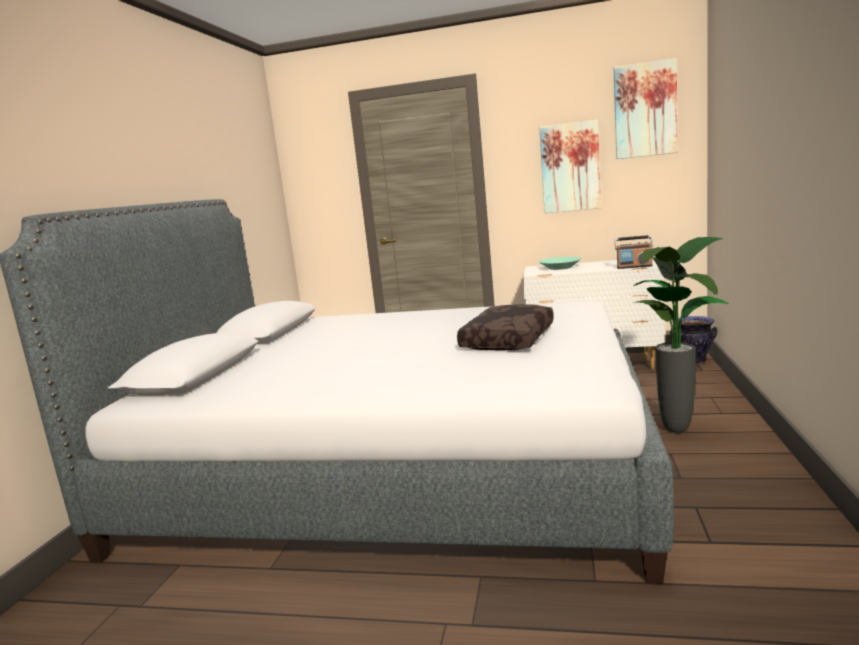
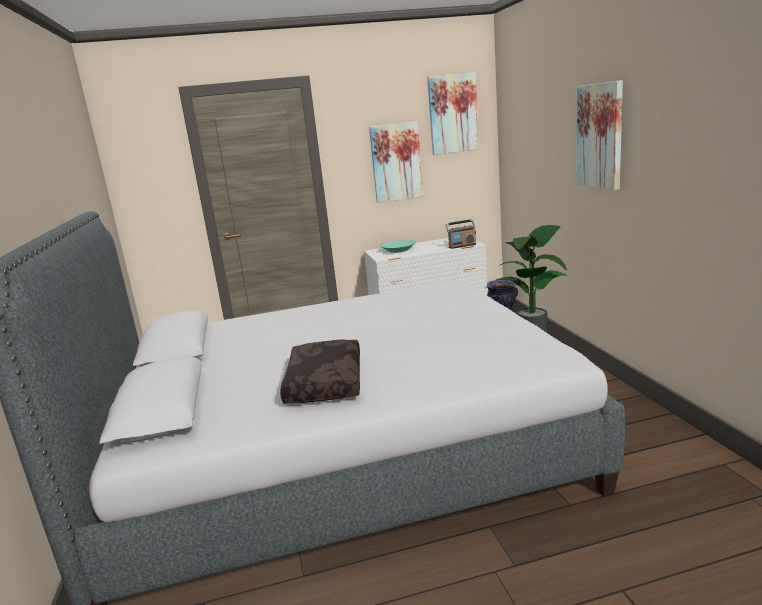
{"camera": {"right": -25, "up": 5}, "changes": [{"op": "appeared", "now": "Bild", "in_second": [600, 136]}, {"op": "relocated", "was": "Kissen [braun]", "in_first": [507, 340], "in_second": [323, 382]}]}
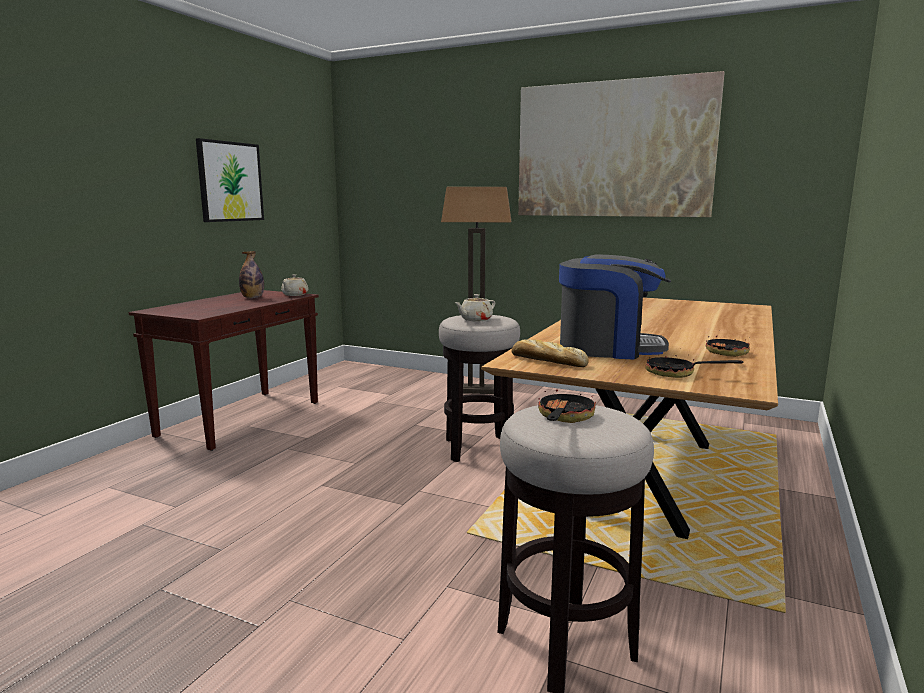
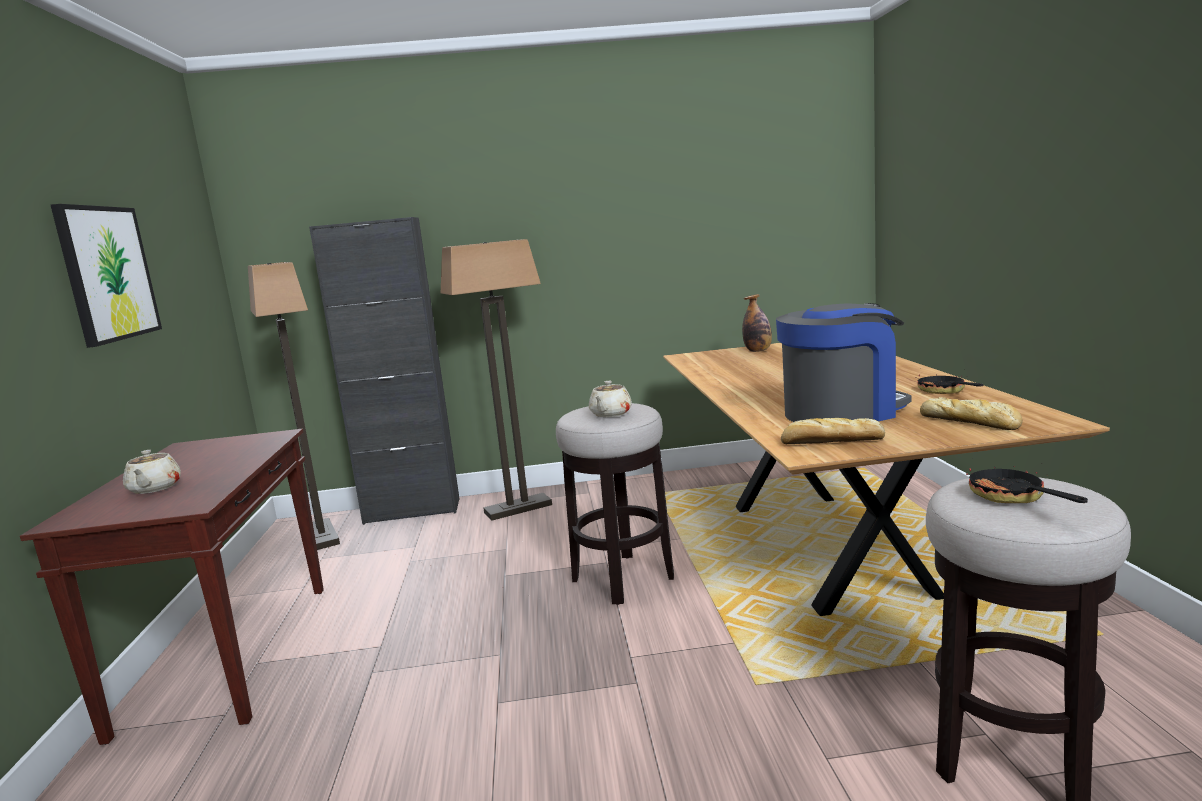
{"camera": {"right": -30, "up": 0}, "changes": [{"op": "missing", "was": "Bild", "in_first": [612, 150]}, {"op": "appeared", "now": "Stehlampe", "in_second": [322, 536]}, {"op": "appeared", "now": "Schrank [schwarz]", "in_second": [412, 511]}, {"op": "relocated", "was": "Flasche", "in_first": [252, 298], "in_second": [758, 351]}, {"op": "relocated", "was": "Teekanne [beige]", "in_first": [294, 295], "in_second": [154, 488]}, {"op": "exchanged", "was": "Pfanne", "now": "Brot", "in_first": [678, 374], "in_second": [970, 422]}]}
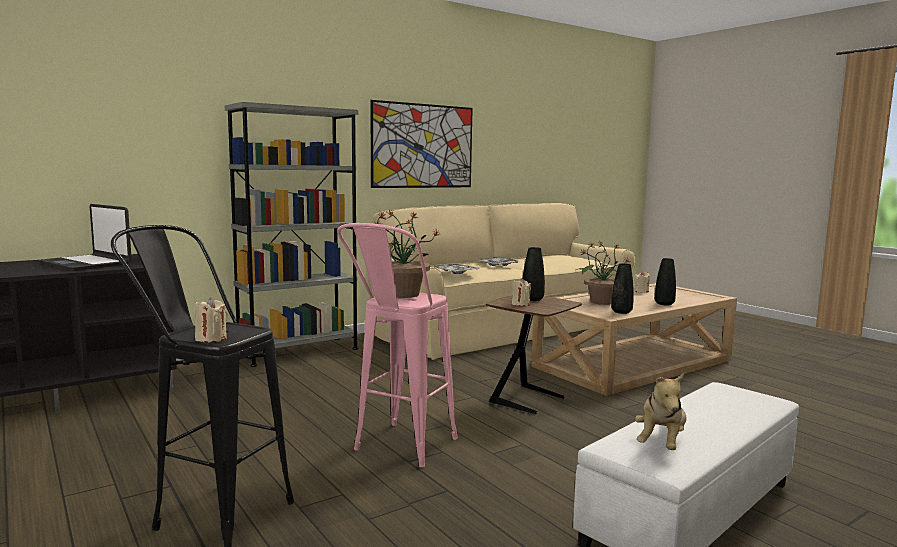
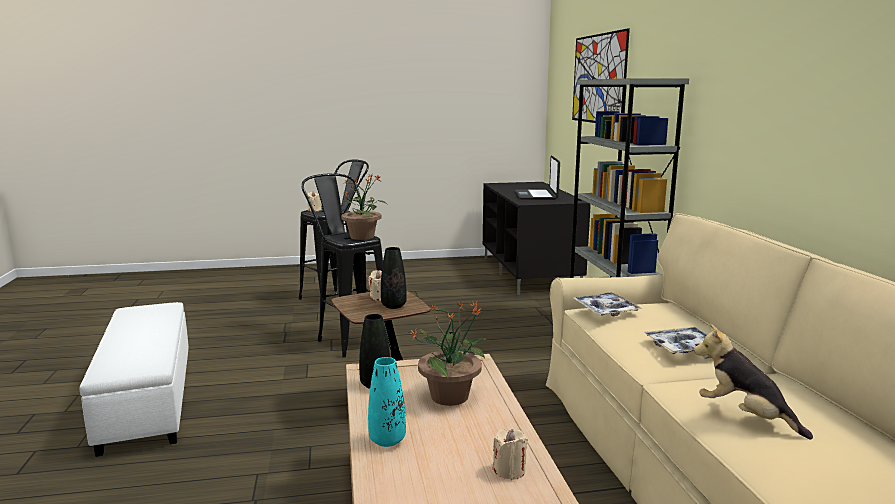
{"camera": {"right": 115, "up": 5}, "changes": [{"op": "relocated", "was": "Bild", "in_first": [423, 146], "in_second": [598, 79]}, {"op": "relocated", "was": "Plüschtier", "in_first": [661, 443], "in_second": [744, 416]}, {"op": "colour", "was": "Hocker [rosa]", "now": "Hocker [schwarz]", "in_first": [398, 450], "in_second": [349, 339]}, {"op": "colour", "was": "Vase [schwarz]", "now": "Vase [türkis]", "in_first": [664, 304], "in_second": [387, 440]}, {"op": "spun", "was": "Laptop", "in_first": [87, 264], "in_second": [536, 196], "clockwise": -60}]}
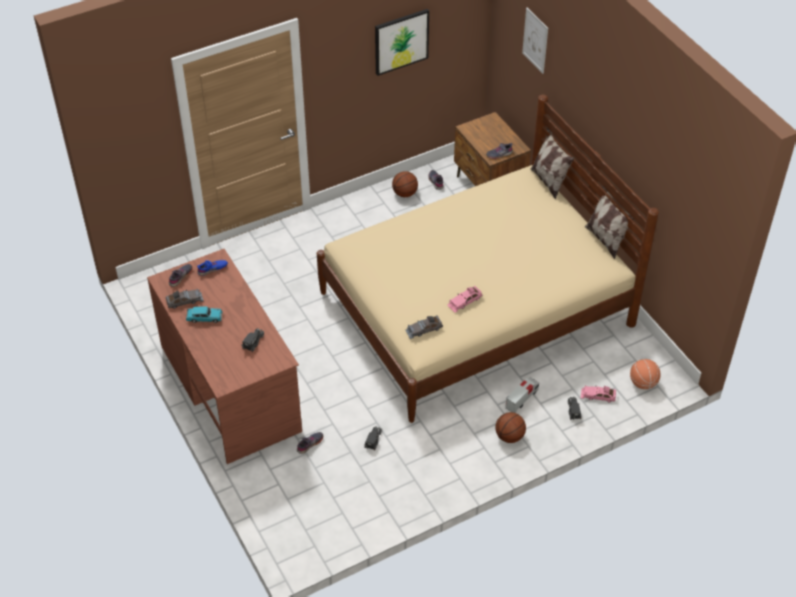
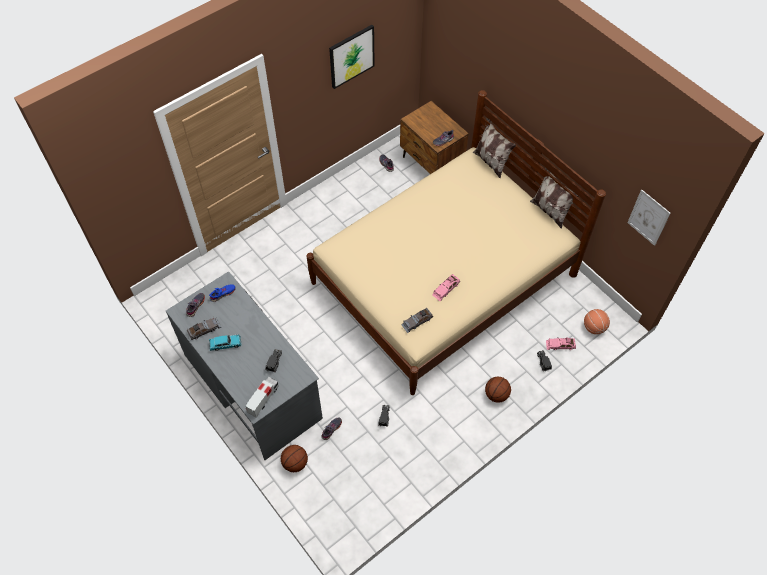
{"camera": {"right": -10, "up": 10}, "changes": [{"op": "relocated", "was": "Basketball", "in_first": [404, 193], "in_second": [295, 463]}, {"op": "relocated", "was": "Spielzeuglaster", "in_first": [522, 399], "in_second": [263, 399]}, {"op": "relocated", "was": "Bild", "in_first": [535, 40], "in_second": [648, 217]}, {"op": "colour", "was": "Schreibtisch [braun]", "now": "Schreibtisch [grau]", "in_first": [230, 387], "in_second": [252, 385]}]}
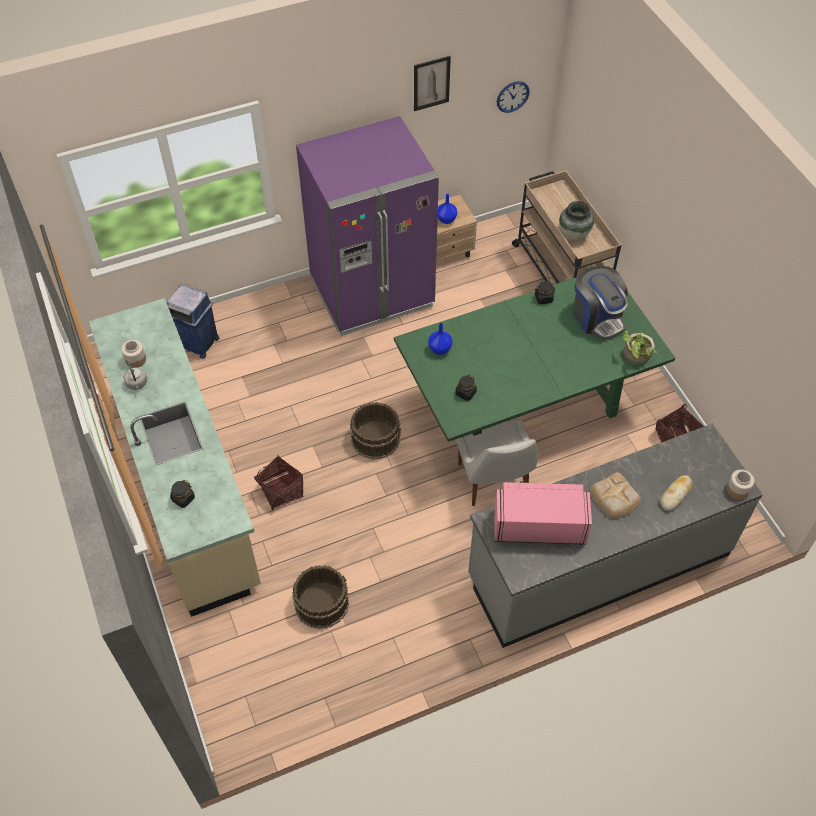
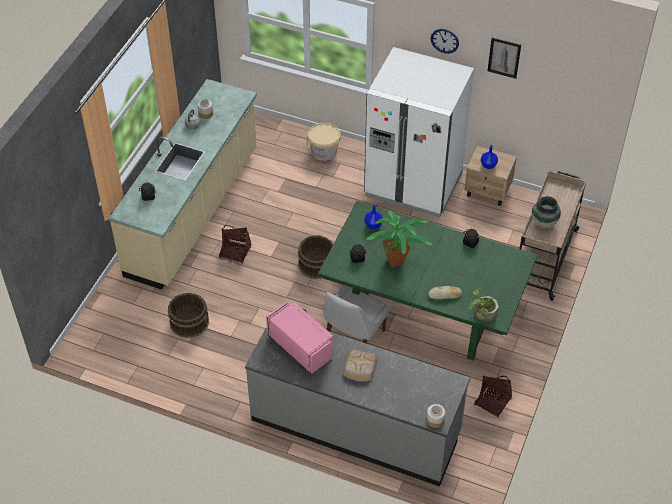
{"camera": {"right": 45, "up": -5}, "changes": [{"op": "missing", "was": "Mülleimer [blau]", "in_first": [198, 343]}, {"op": "missing", "was": "Kaffeemaschine", "in_first": [597, 317]}, {"op": "appeared", "now": "Eimer [beige]", "in_second": [324, 152]}, {"op": "appeared", "now": "Topfpflanze", "in_second": [398, 262]}, {"op": "relocated", "was": "Wanduhr", "in_first": [512, 96], "in_second": [444, 40]}, {"op": "relocated", "was": "Brot", "in_first": [675, 494], "in_second": [445, 295]}, {"op": "colour", "was": "Kühlschrank [lila]", "now": "Kühlschrank [weiß]", "in_first": [372, 293], "in_second": [413, 185]}]}
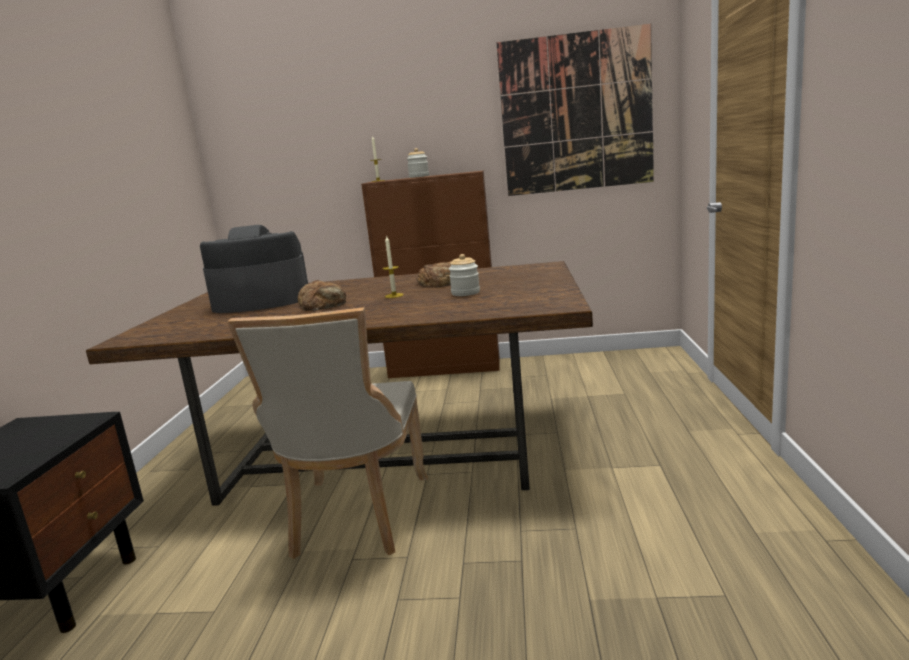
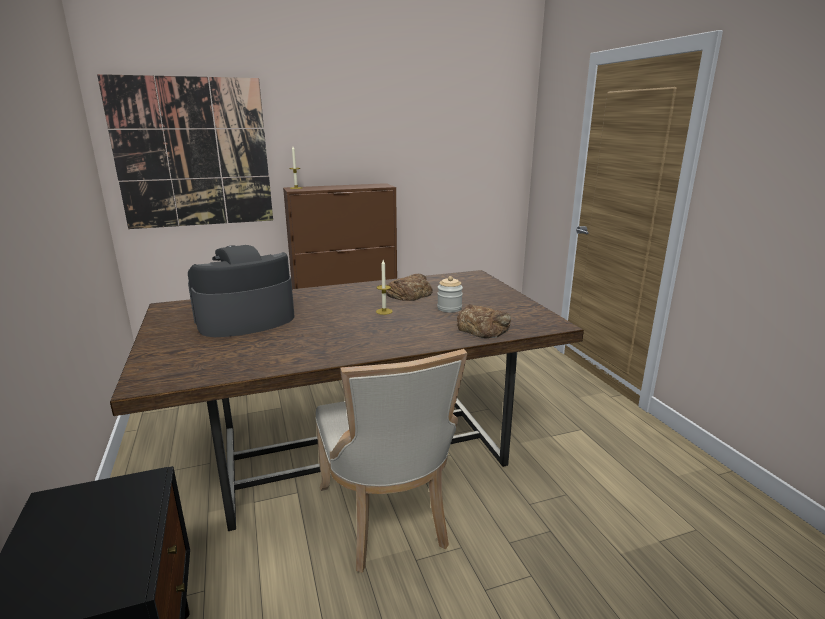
{"camera": {"right": -25, "up": 5}, "changes": [{"op": "missing", "was": "Vorratsglas", "in_first": [419, 176]}, {"op": "relocated", "was": "Brot", "in_first": [324, 303], "in_second": [483, 328]}, {"op": "relocated", "was": "Bild", "in_first": [576, 113], "in_second": [193, 154]}]}
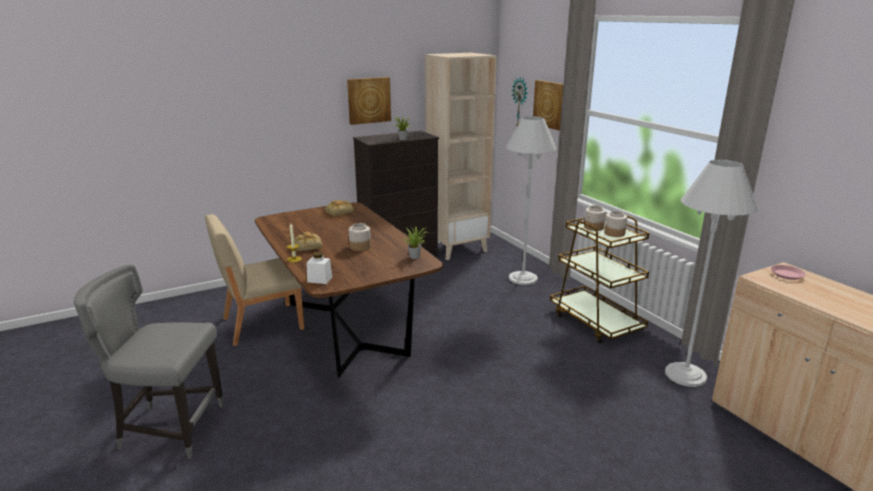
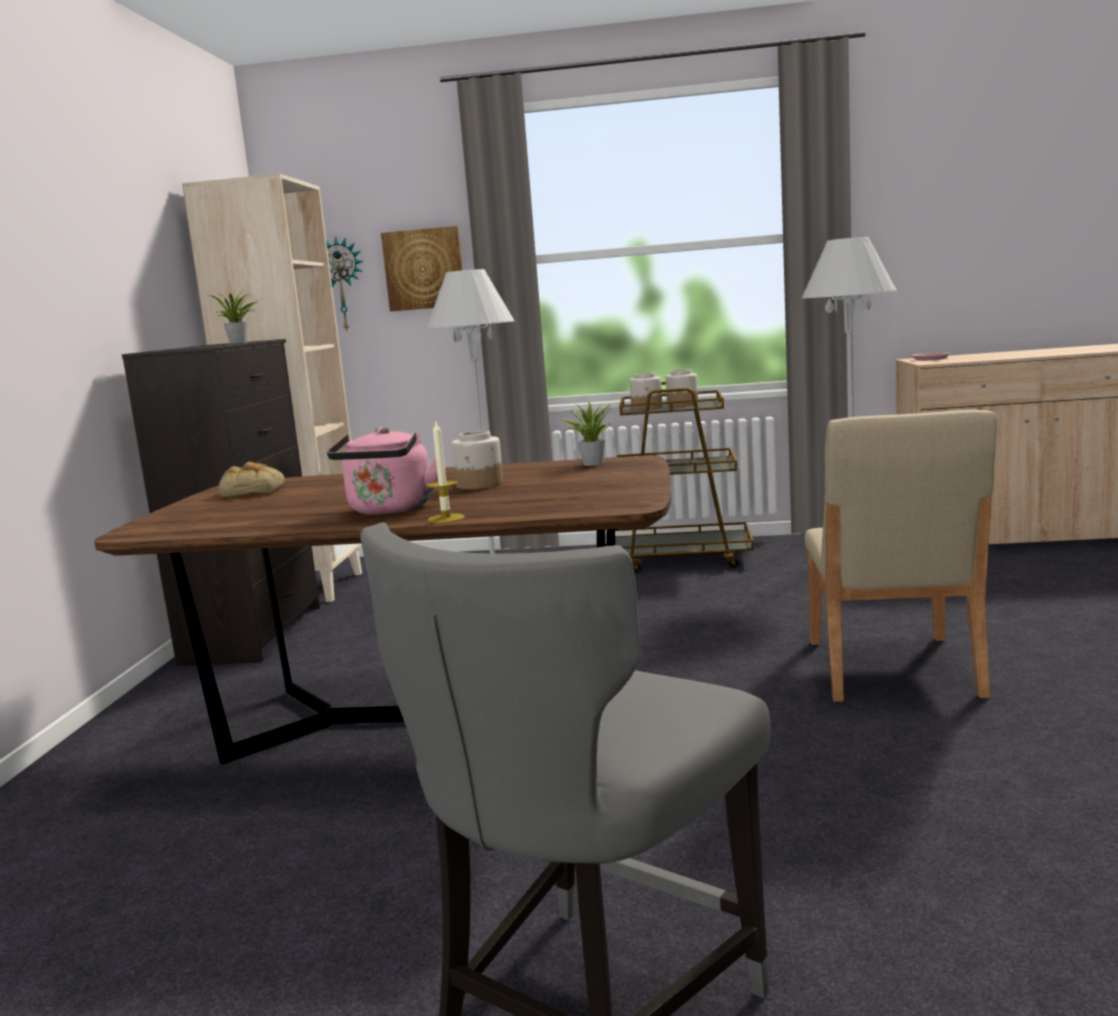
{"camera": {"right": -55, "up": -10}, "changes": [{"op": "missing", "was": "Vorratsglas [weiß]", "in_first": [319, 279]}, {"op": "missing", "was": "Bild", "in_first": [369, 100]}, {"op": "relocated", "was": "Stuhl [beige]", "in_first": [261, 323], "in_second": [891, 669]}, {"op": "exchanged", "was": "Brot", "now": "Wasserkessel [rosa]", "in_first": [307, 245], "in_second": [390, 510]}]}
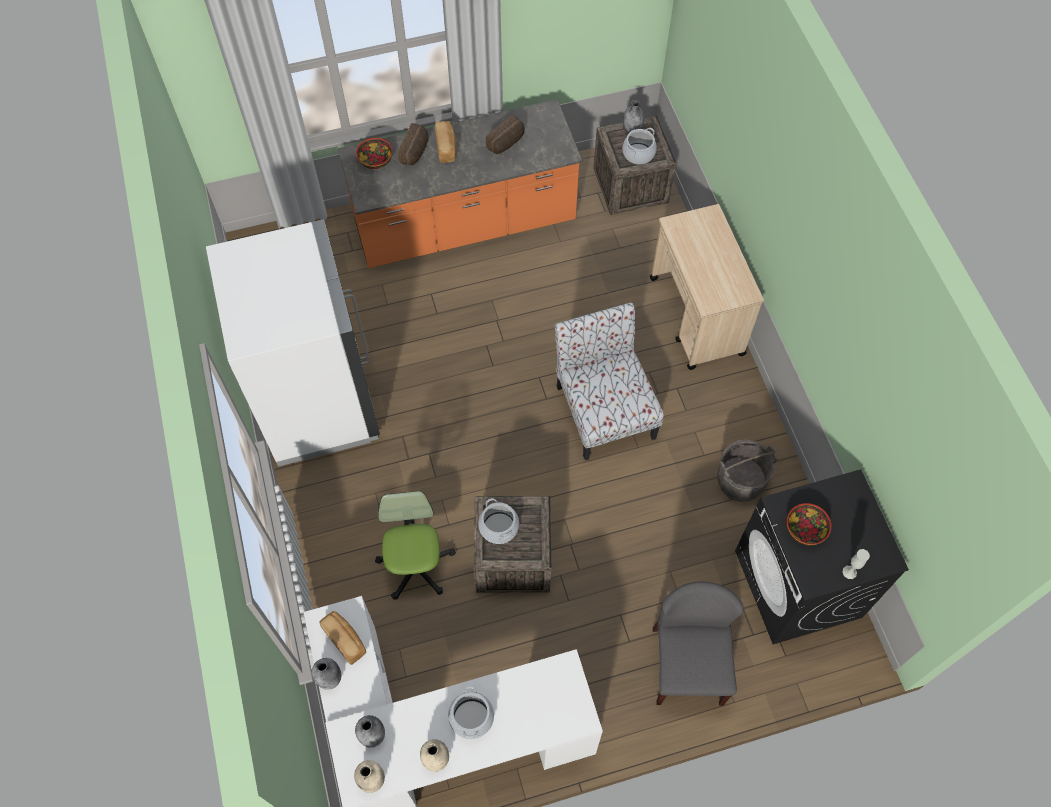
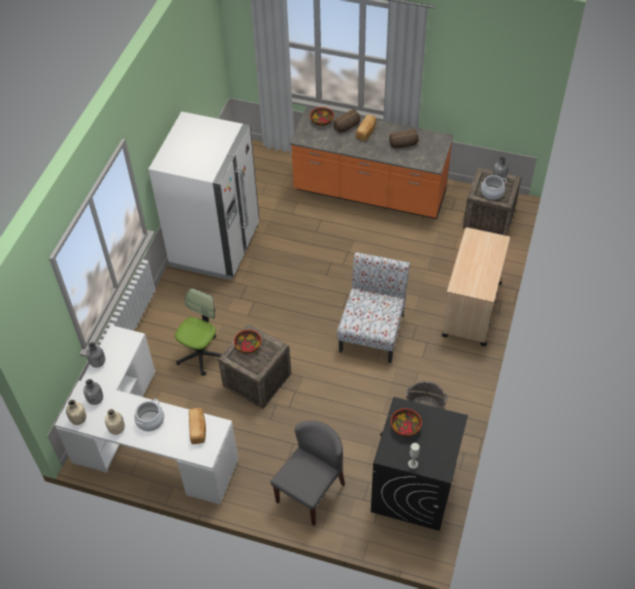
{"camera": {"right": 35, "up": -10}, "changes": [{"op": "relocated", "was": "Brot", "in_first": [345, 639], "in_second": [198, 429]}, {"op": "exchanged", "was": "Kochtopf", "now": "Schüssel", "in_first": [498, 527], "in_second": [248, 346]}]}
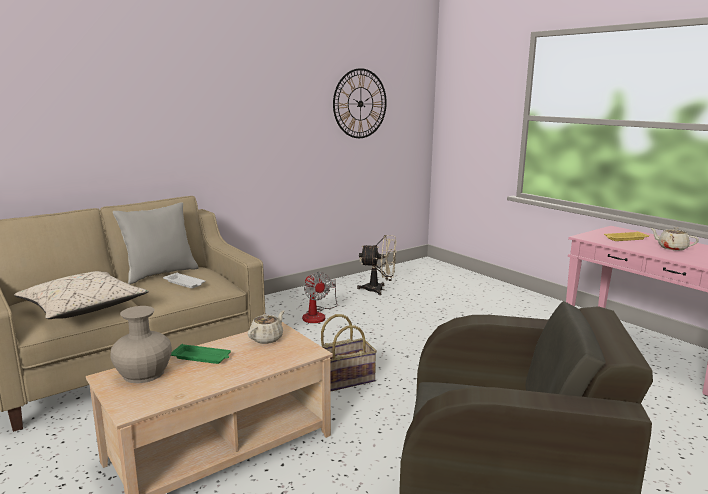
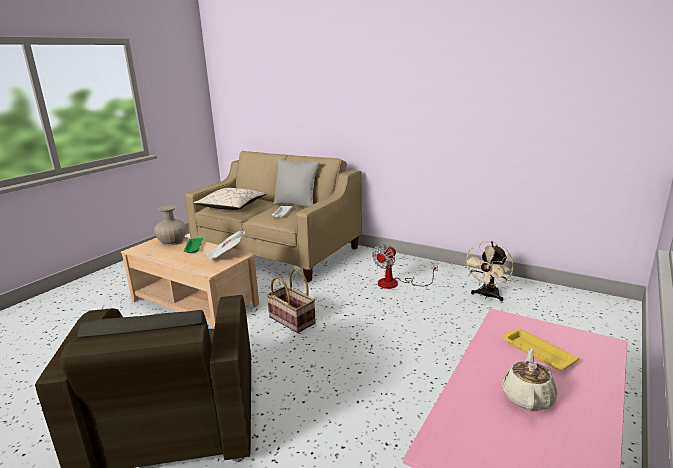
{"camera": {"right": 70, "up": 5}, "changes": [{"op": "missing", "was": "Wanduhr", "in_first": [360, 103]}, {"op": "exchanged", "was": "Teekanne [beige]", "now": "Zeitung", "in_first": [267, 338], "in_second": [225, 255]}, {"op": "spun", "was": "Ventilator [beige]", "in_first": [379, 290], "in_second": [487, 296], "clockwise": 45}]}
